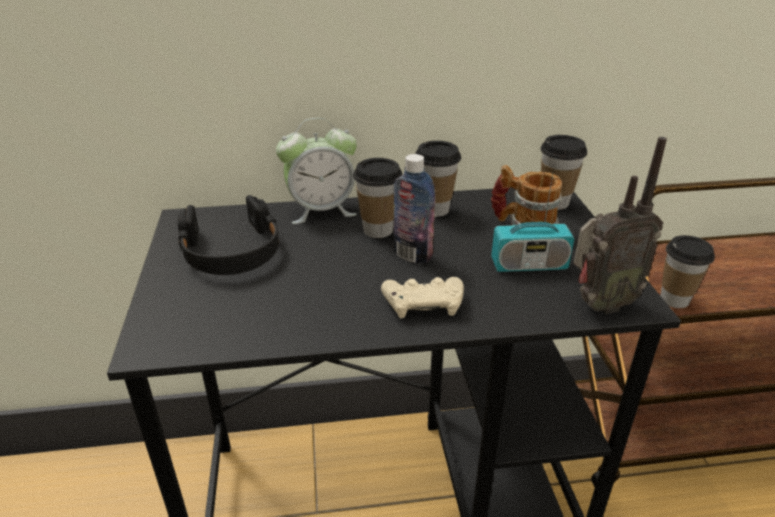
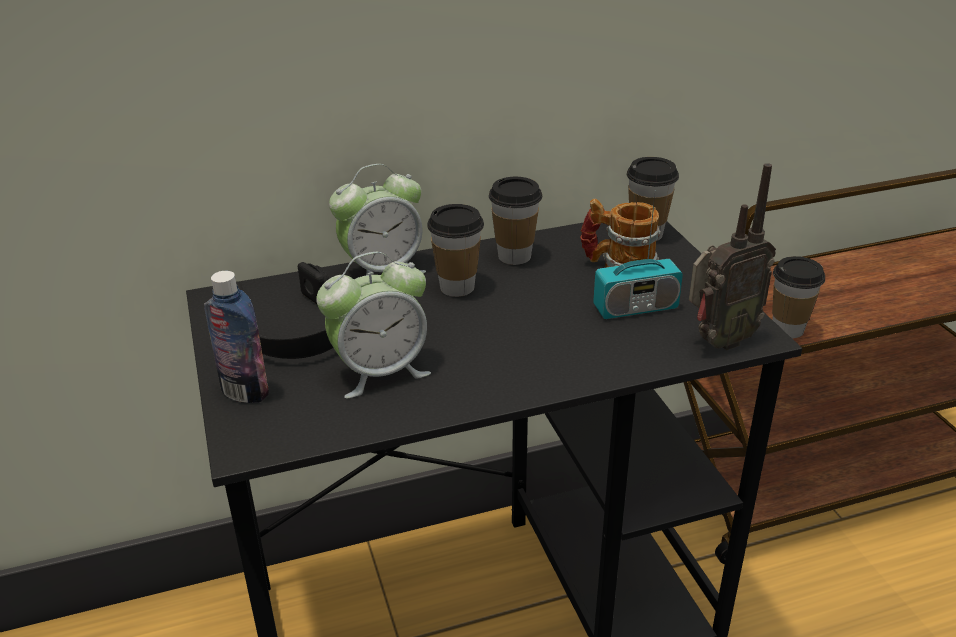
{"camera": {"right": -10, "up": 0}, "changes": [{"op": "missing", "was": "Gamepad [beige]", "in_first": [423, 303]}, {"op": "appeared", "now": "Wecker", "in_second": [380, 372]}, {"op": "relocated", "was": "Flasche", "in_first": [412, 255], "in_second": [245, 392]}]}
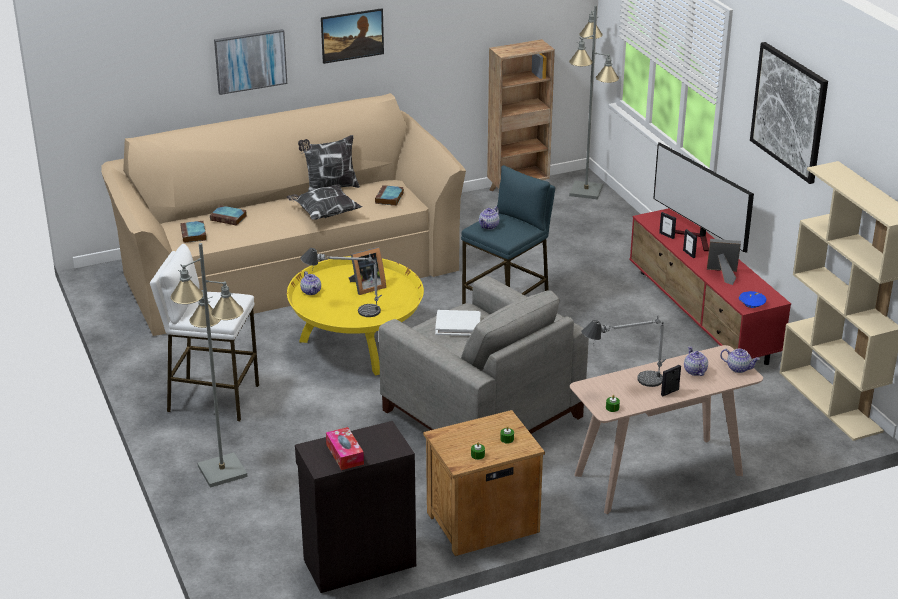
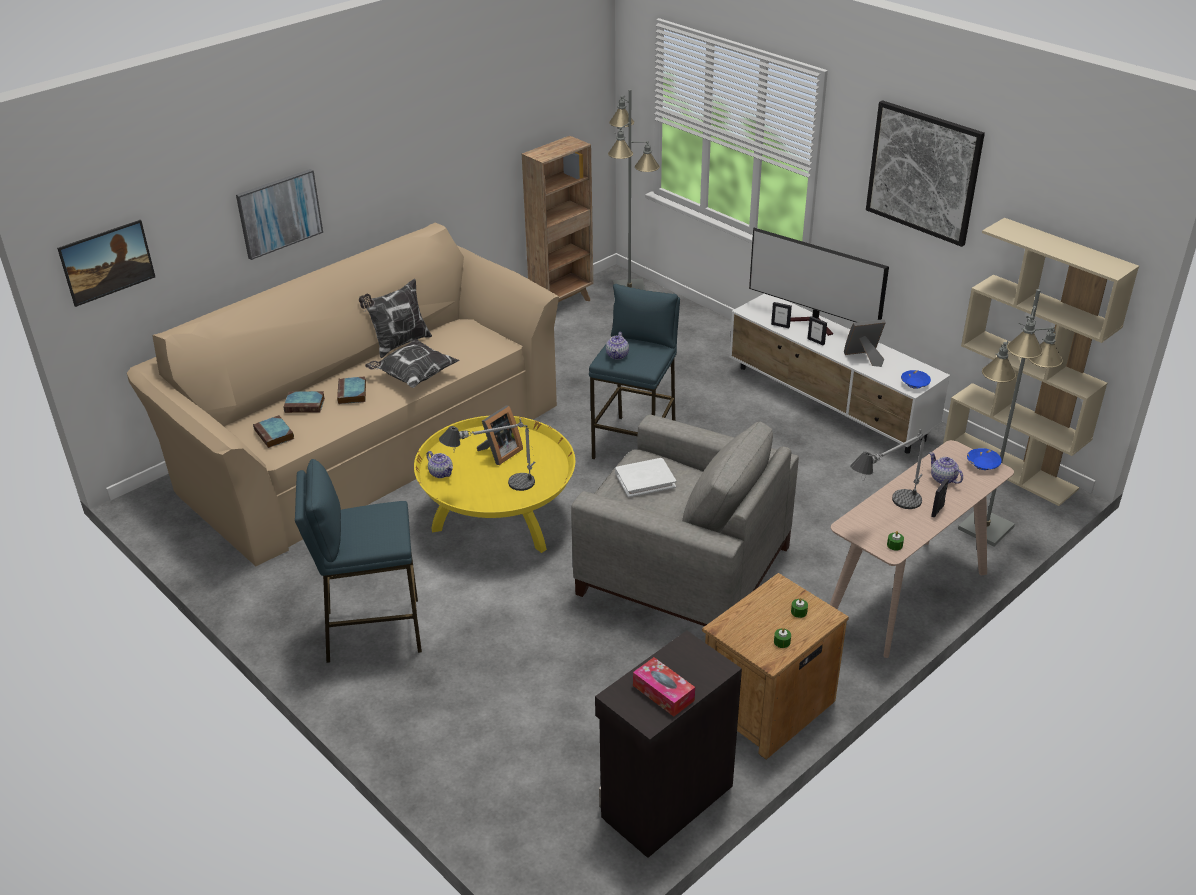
{"camera": {"right": -20, "up": 5}, "changes": [{"op": "relocated", "was": "Stehlampe [grau]", "in_first": [221, 471], "in_second": [985, 528]}, {"op": "relocated", "was": "Bild", "in_first": [352, 47], "in_second": [111, 276]}, {"op": "relocated", "was": "Buch", "in_first": [389, 198], "in_second": [352, 393]}, {"op": "exchanged", "was": "Teekanne", "now": "Schüssel [blau]", "in_first": [738, 368], "in_second": [982, 464]}, {"op": "colour", "was": "Hocker [weiß]", "now": "Hocker [blau]", "in_first": [213, 398], "in_second": [372, 630]}, {"op": "colour", "was": "Fernsehschrank [rot]", "now": "Fernsehschrank [weiß]", "in_first": [701, 317], "in_second": [829, 403]}]}
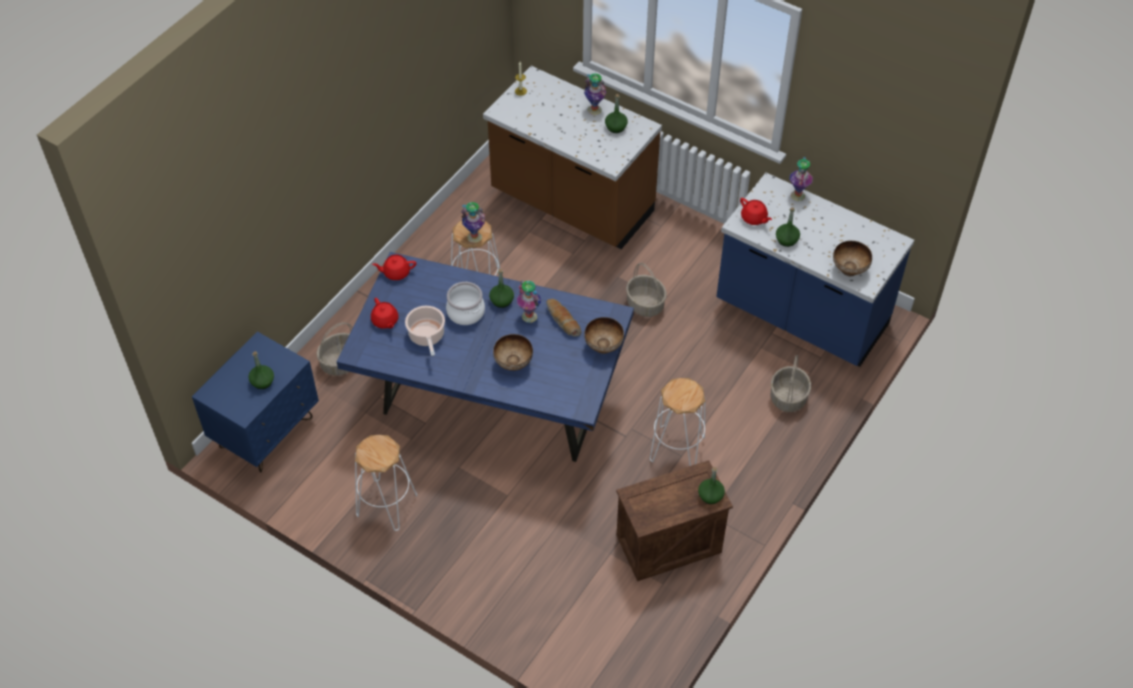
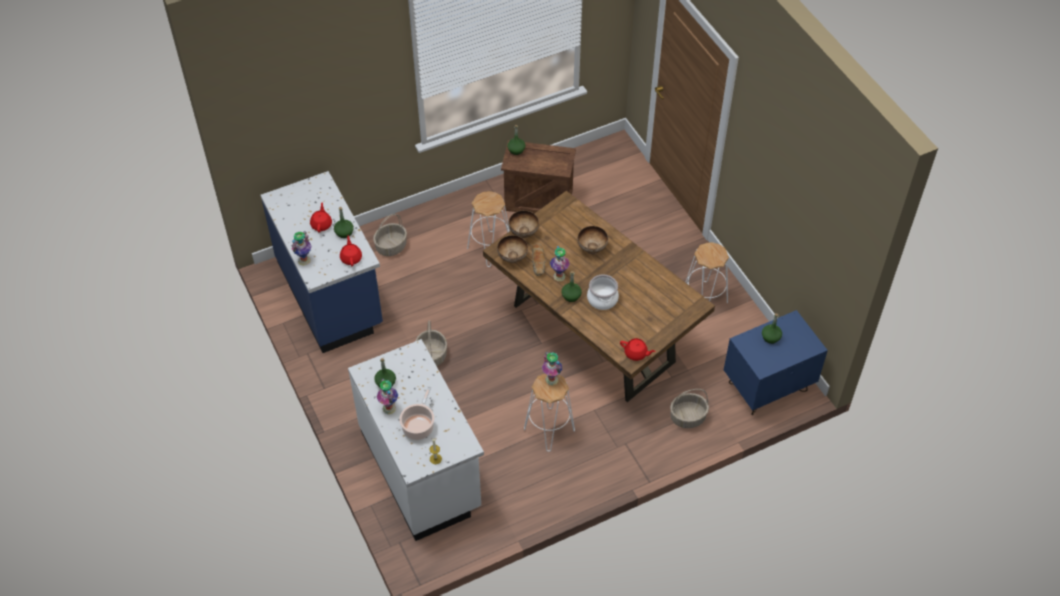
{"camera": {"right": -150, "up": 0}, "changes": [{"op": "relocated", "was": "Teekanne [rot]", "in_first": [385, 321], "in_second": [321, 224]}, {"op": "relocated", "was": "Kochtopf", "in_first": [427, 336], "in_second": [419, 426]}, {"op": "relocated", "was": "Schüssel", "in_first": [850, 269], "in_second": [512, 258]}, {"op": "colour", "was": "Esstisch [blau]", "now": "Esstisch [braun]", "in_first": [490, 404], "in_second": [594, 334]}, {"op": "colour", "was": "Küchenzeile [braun]", "now": "Küchenzeile [weiß]", "in_first": [571, 204], "in_second": [421, 469]}]}
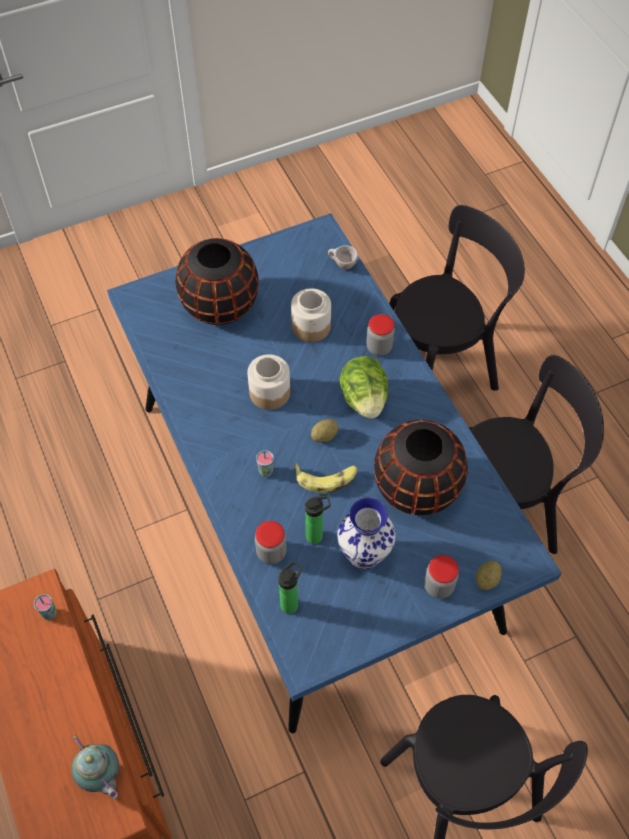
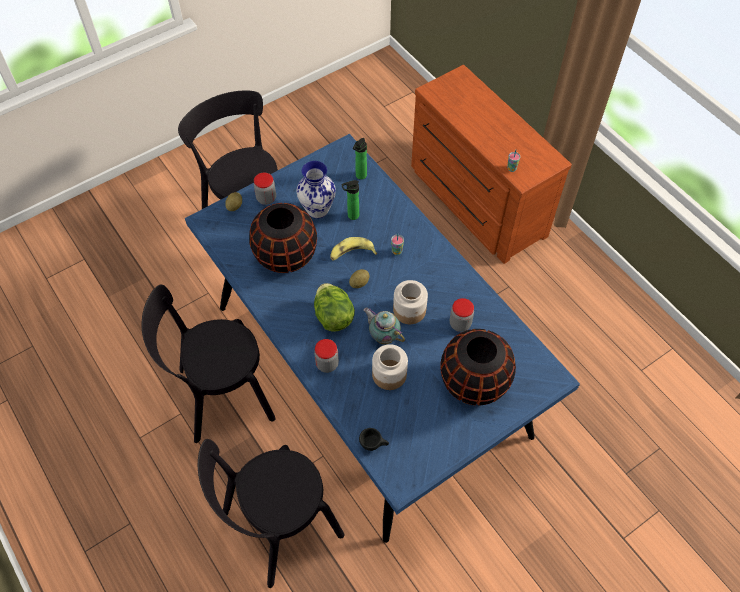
{"camera": {"right": 170, "up": 0}, "changes": [{"op": "relocated", "was": "Teekanne", "in_first": [101, 776], "in_second": [383, 336]}, {"op": "relocated", "was": "Vorratsglas", "in_first": [271, 552], "in_second": [460, 324]}, {"op": "colour", "was": "Tasse [beige]", "now": "Tasse [schwarz]", "in_first": [342, 265], "in_second": [374, 445]}]}
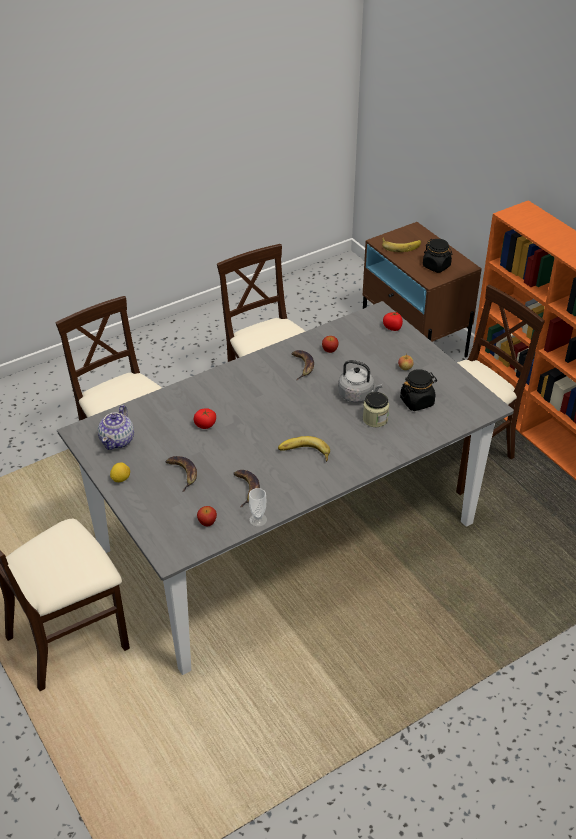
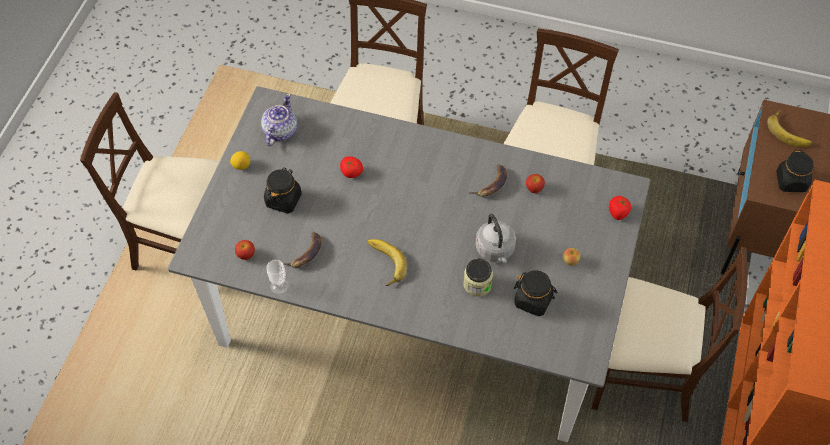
{"camera": {"right": 50, "up": 15}, "changes": [{"op": "exchanged", "was": "Banane", "now": "Vorratsglas [schwarz]", "in_first": [183, 473], "in_second": [283, 199]}, {"op": "spun", "was": "Teekanne", "in_first": [118, 440], "in_second": [280, 131], "clockwise": 135}]}
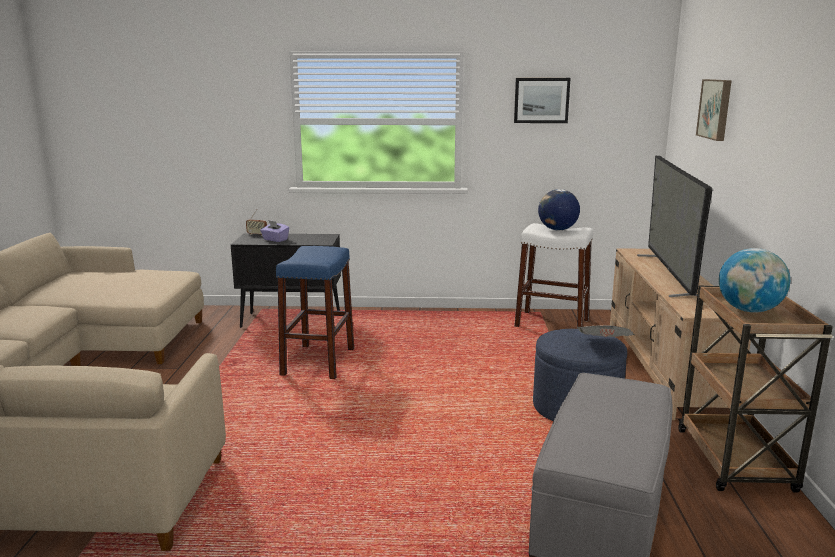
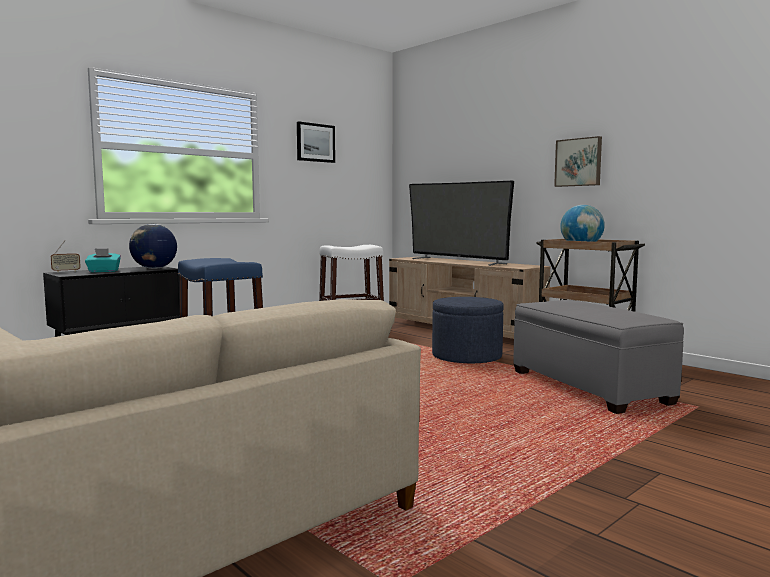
{"camera": {"right": -45, "up": -10}, "changes": [{"op": "missing", "was": "Zeitung", "in_first": [604, 346]}, {"op": "relocated", "was": "Globus", "in_first": [557, 229], "in_second": [154, 268]}, {"op": "relocated", "was": "Bild", "in_first": [716, 109], "in_second": [578, 162]}, {"op": "colour", "was": "Taschentuchbox [lila]", "now": "Taschentuchbox [türkis]", "in_first": [275, 240], "in_second": [103, 271]}]}
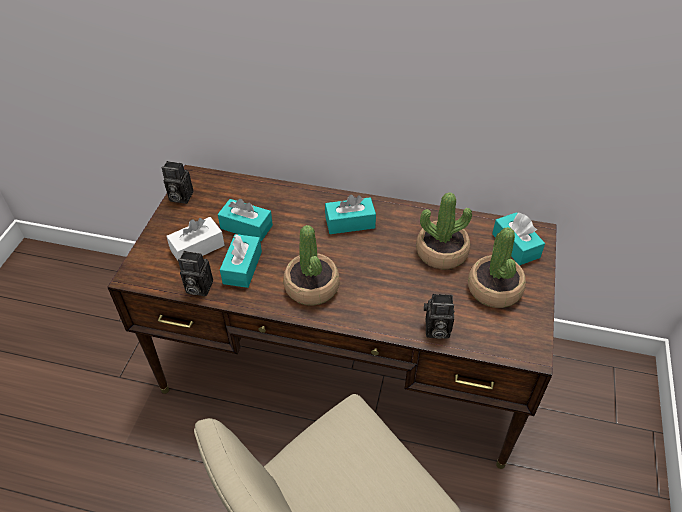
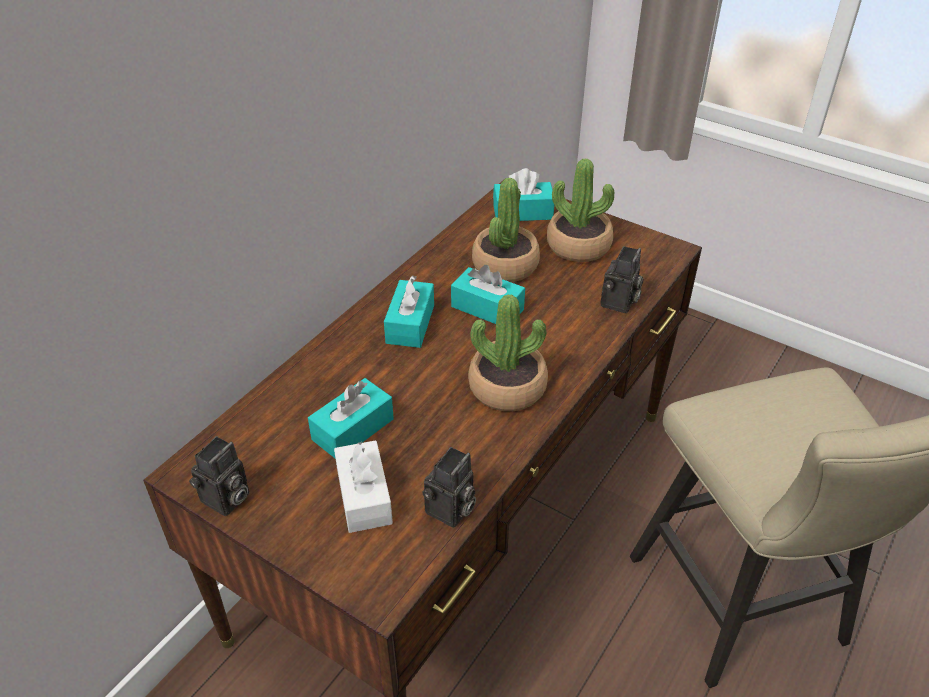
{"camera": {"right": -70, "up": -5}, "changes": [{"op": "relocated", "was": "Taschentuchbox [türkis]", "in_first": [242, 267], "in_second": [487, 308]}]}
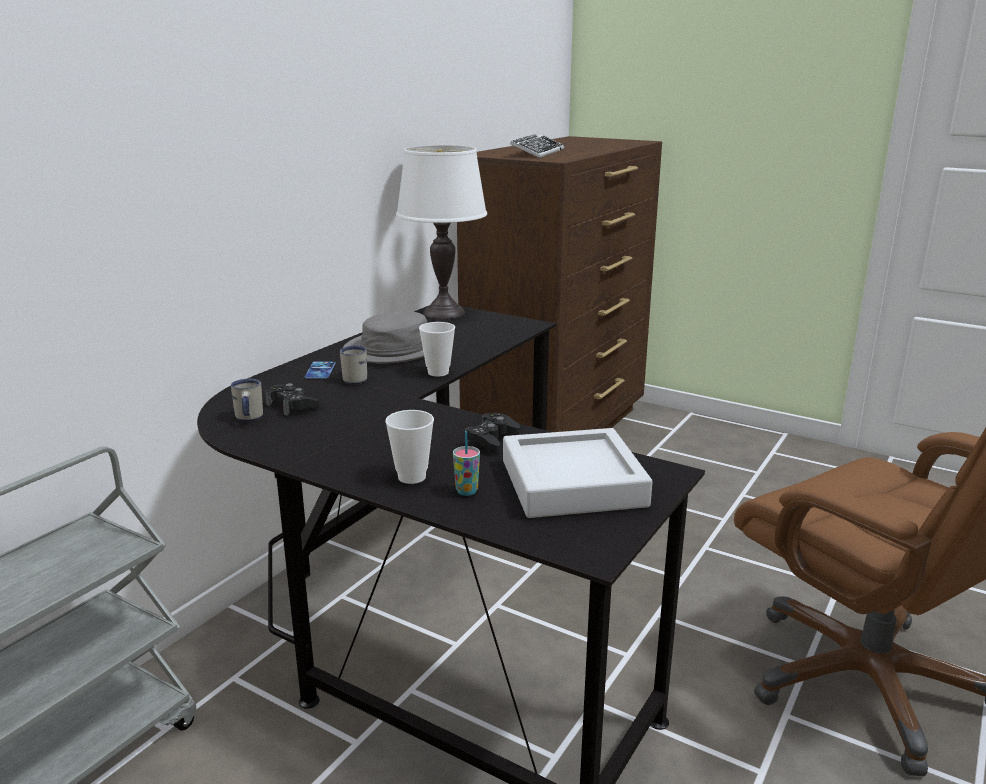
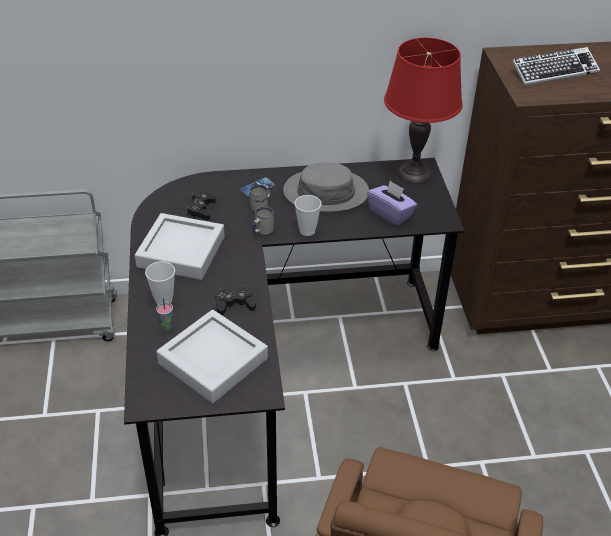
{"camera": {"right": 50, "up": 20}, "changes": [{"op": "appeared", "now": "Tablett [grau]", "in_second": [181, 252]}, {"op": "appeared", "now": "Taschentuchbox [lila]", "in_second": [390, 214]}, {"op": "relocated", "was": "Henkelbecher [weiß]", "in_first": [248, 419], "in_second": [262, 232]}, {"op": "colour", "was": "Tischlampe [weiß]", "now": "Tischlampe [rot]", "in_first": [444, 313], "in_second": [414, 173]}]}
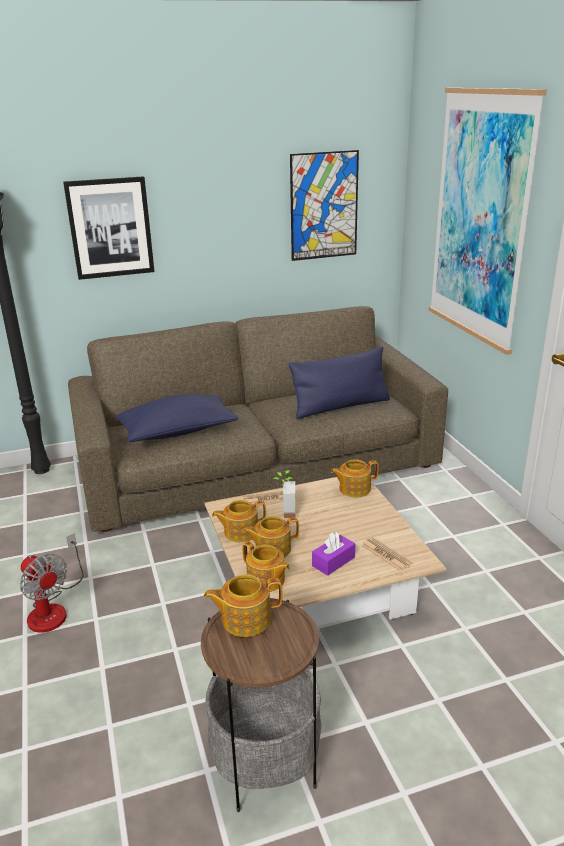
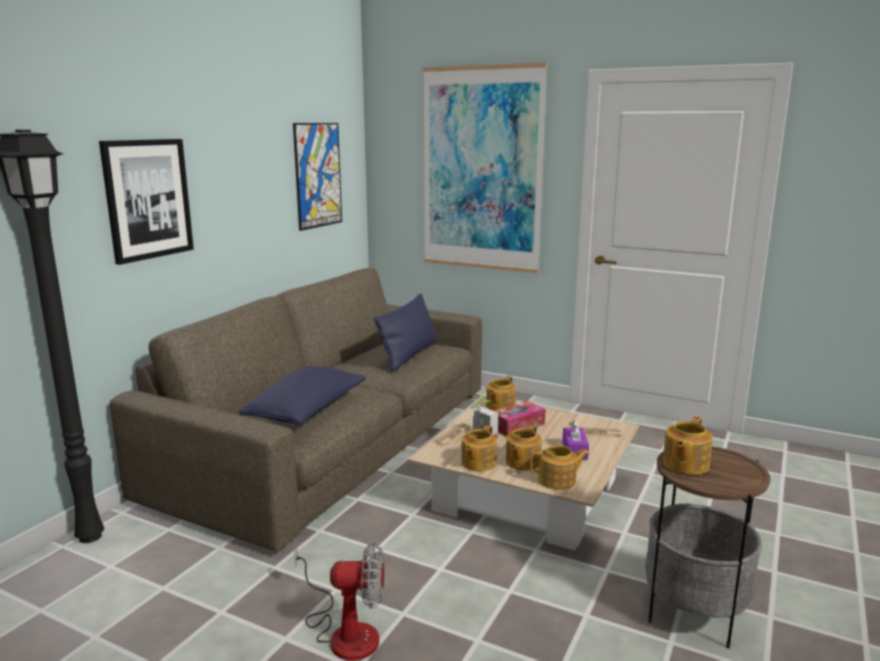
{"camera": {"right": -45, "up": -10}, "changes": [{"op": "appeared", "now": "Taschentuchbox", "in_second": [517, 426]}]}
